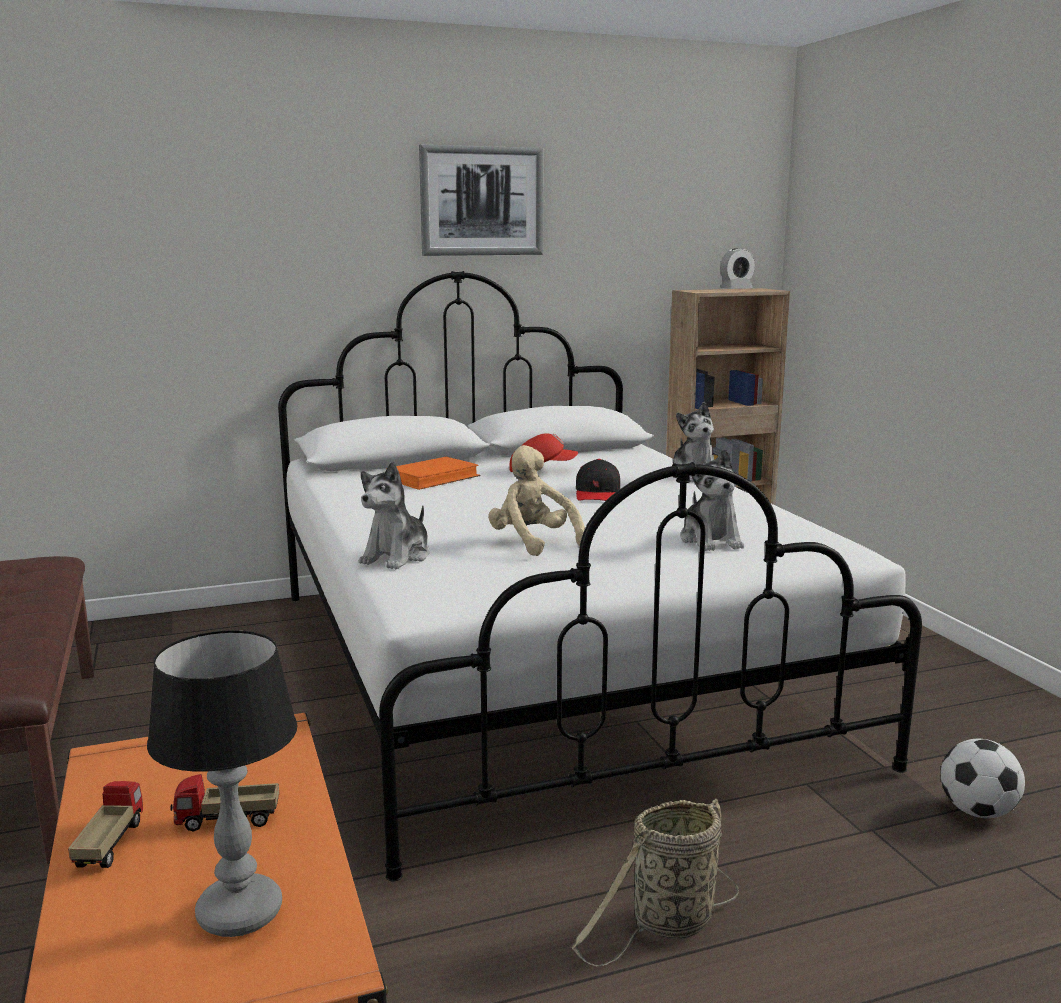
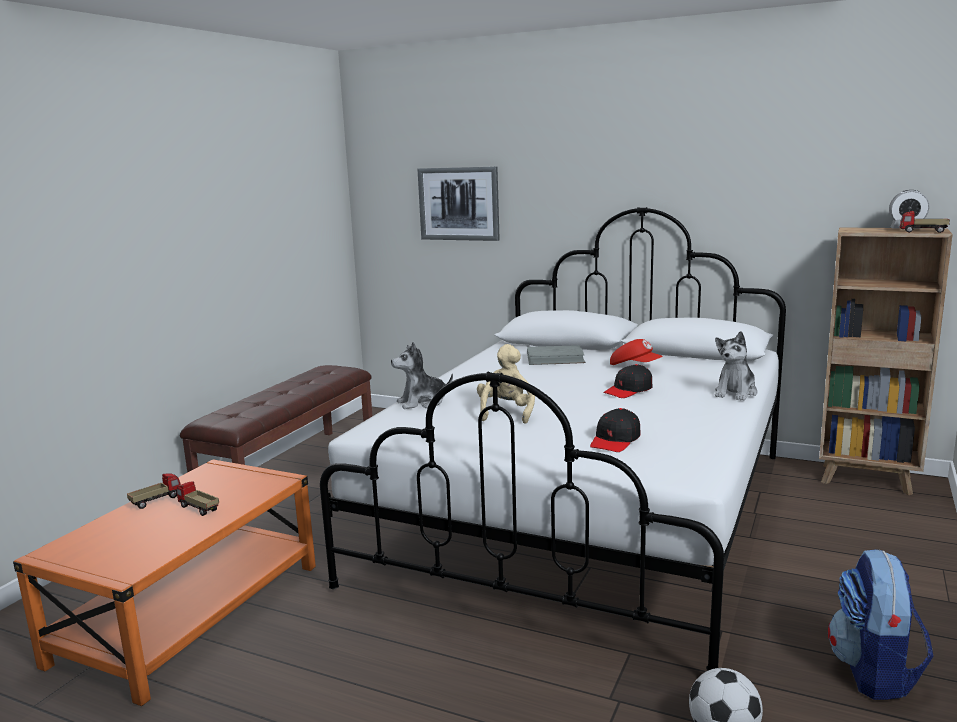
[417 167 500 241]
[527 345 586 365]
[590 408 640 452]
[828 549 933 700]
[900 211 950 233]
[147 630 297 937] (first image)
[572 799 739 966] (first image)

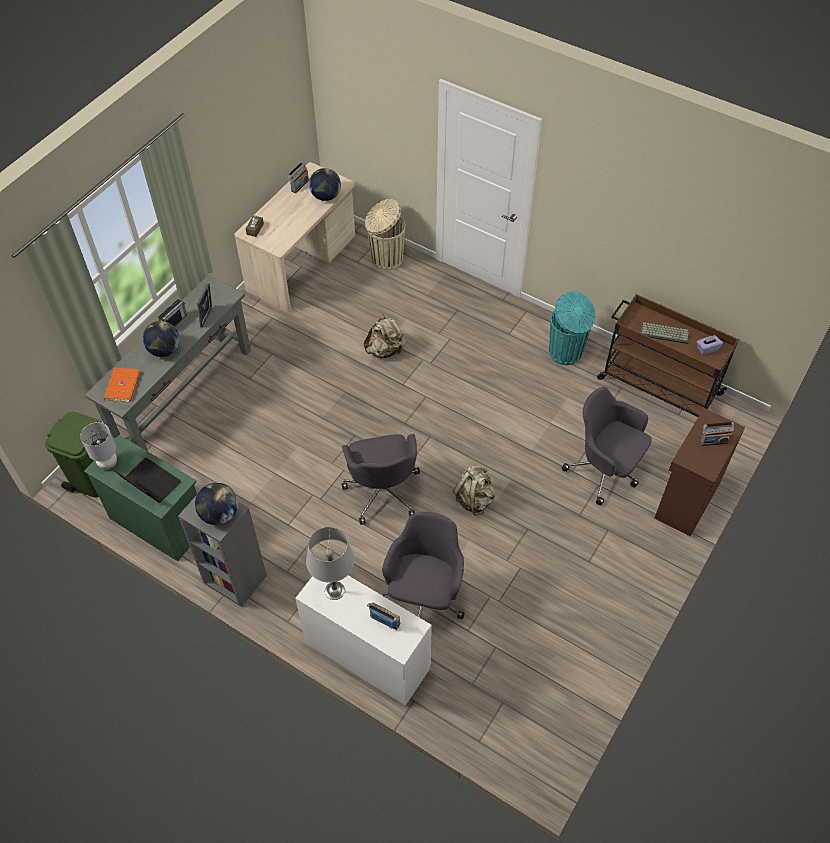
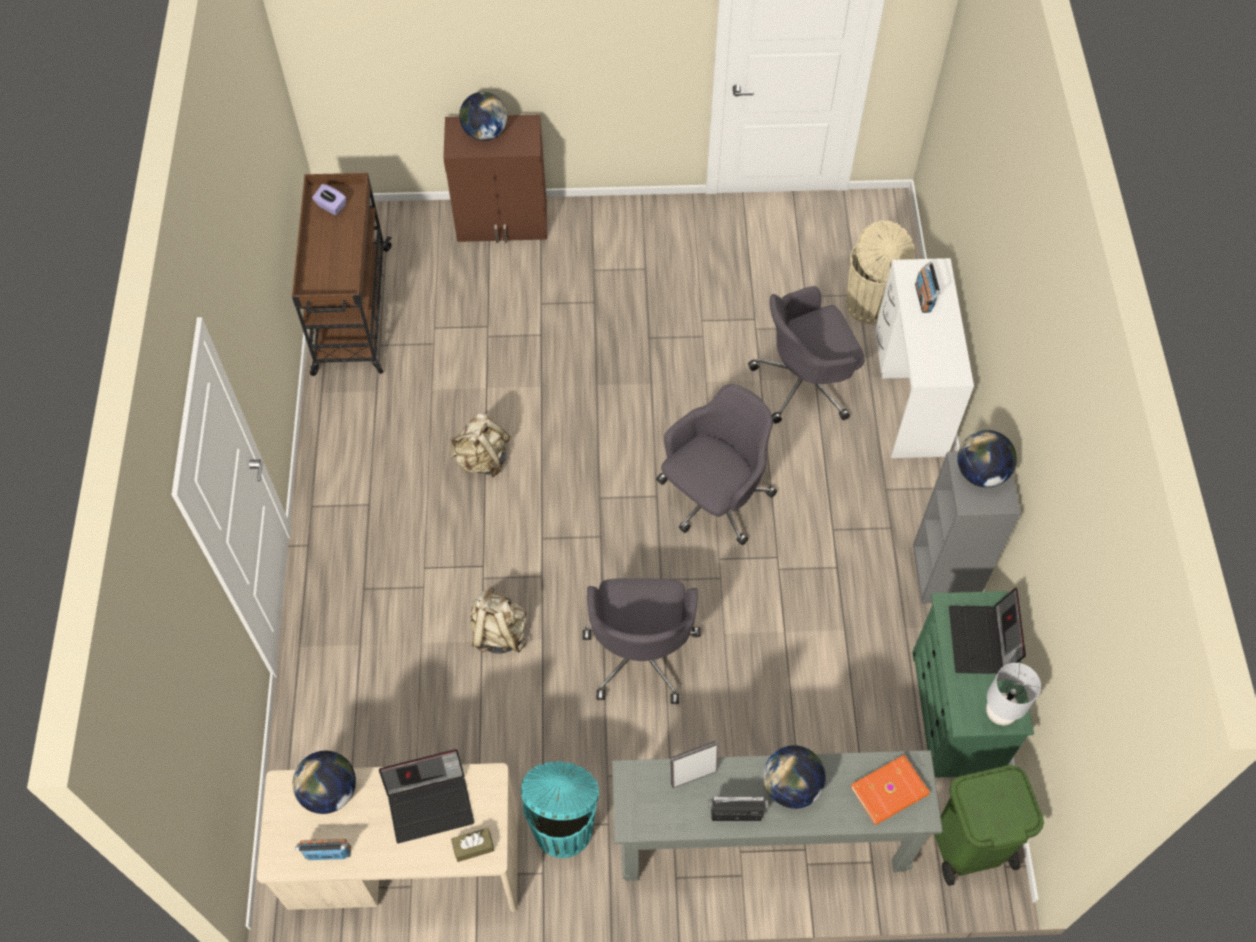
[379 749 474 844]
[450 414 511 477]
[459 92 507 141]
[521 761 599 858]
[583 578 700 704]
[846 220 915 324]
[306 527 355 600] (first image)
[641 322 690 344] (first image)

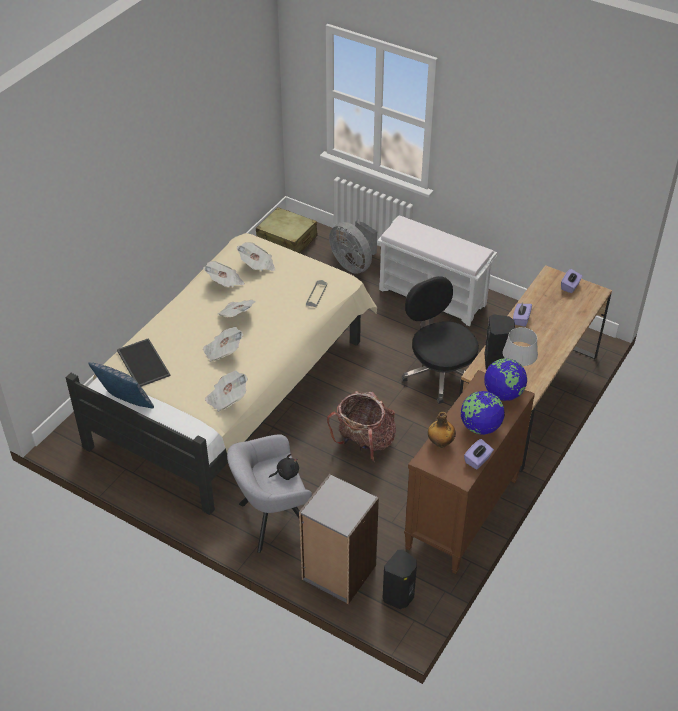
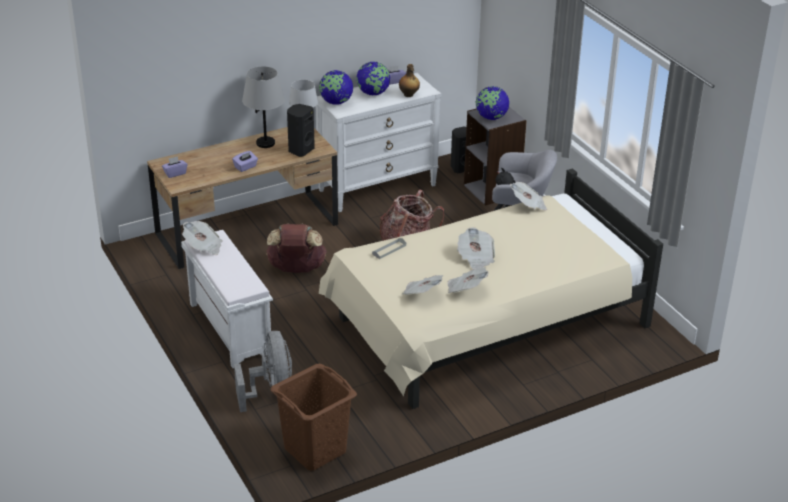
[182 221 223 255]
[242 66 285 148]
[266 224 327 273]
[270 364 357 471]
[316 73 441 212]
[476 86 509 120]
[88 362 154 409] (first image)
[117 338 171 387] (first image)

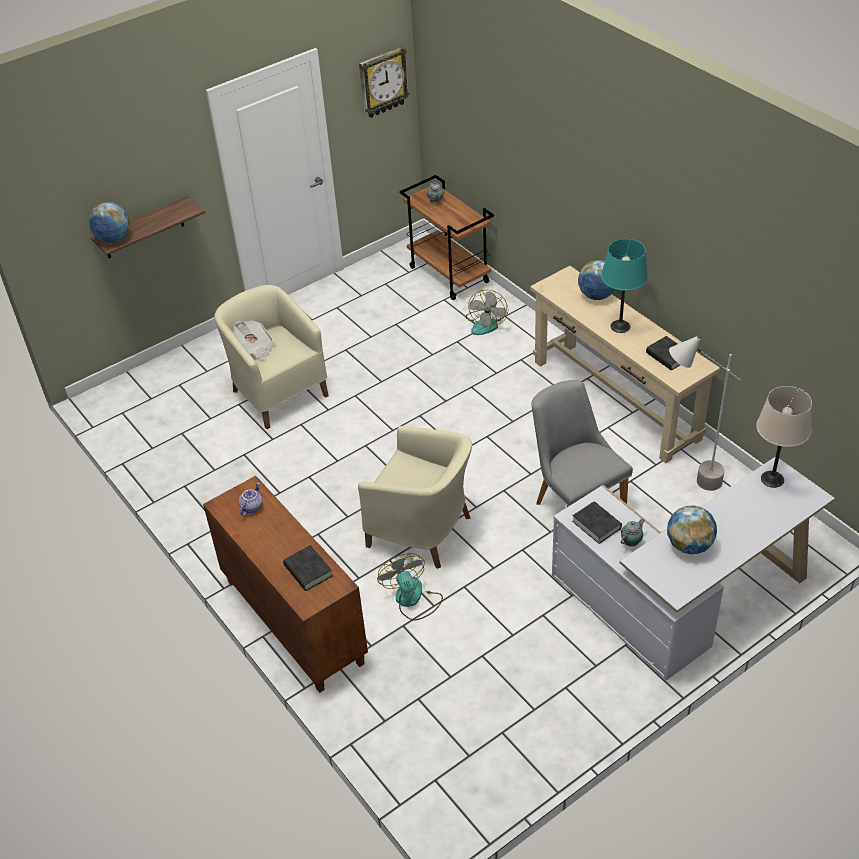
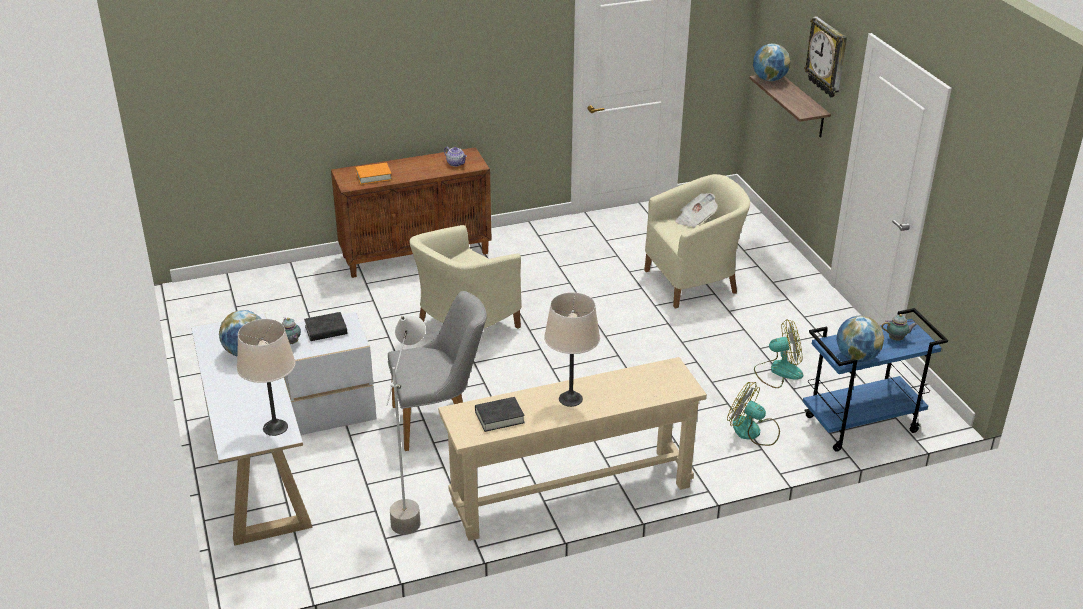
[355 163 392 184]
[544 292 600 407]
[754 319 803 388]
[803 308 948 452]
[804 16 847 97]
[836 316 884 362]

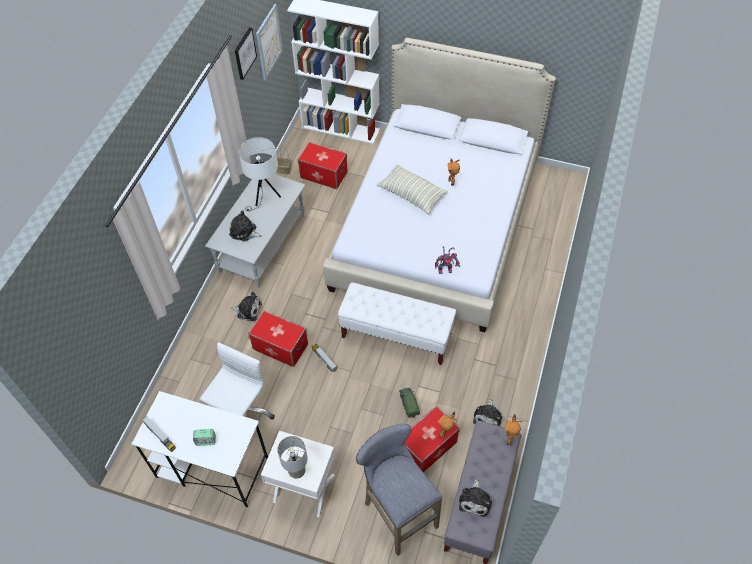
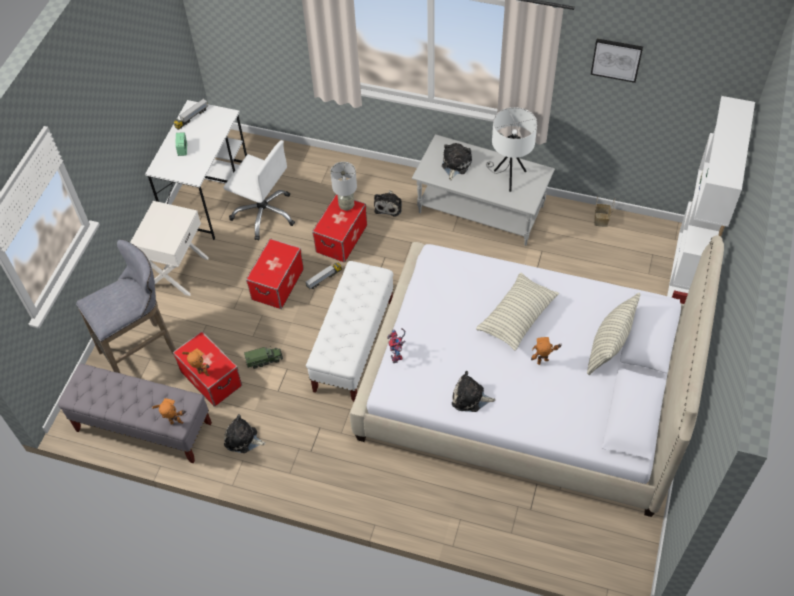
[246 238 304 309]
[330 162 357 211]
[452 371 495 412]
[587 293 640 375]
[256 4 283 80] (first image)

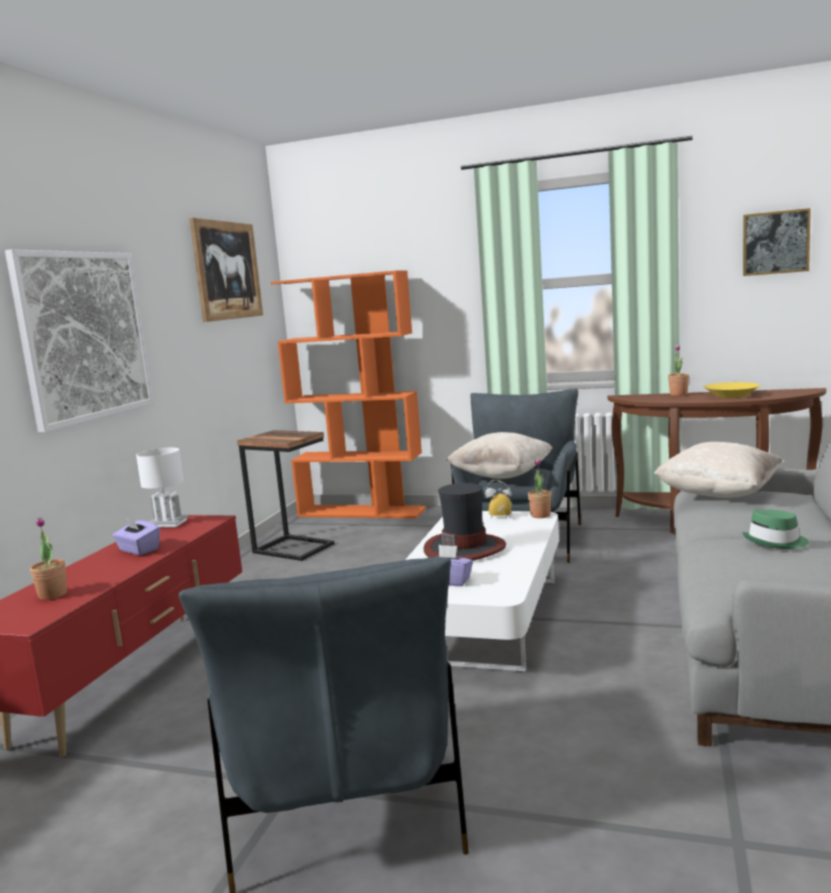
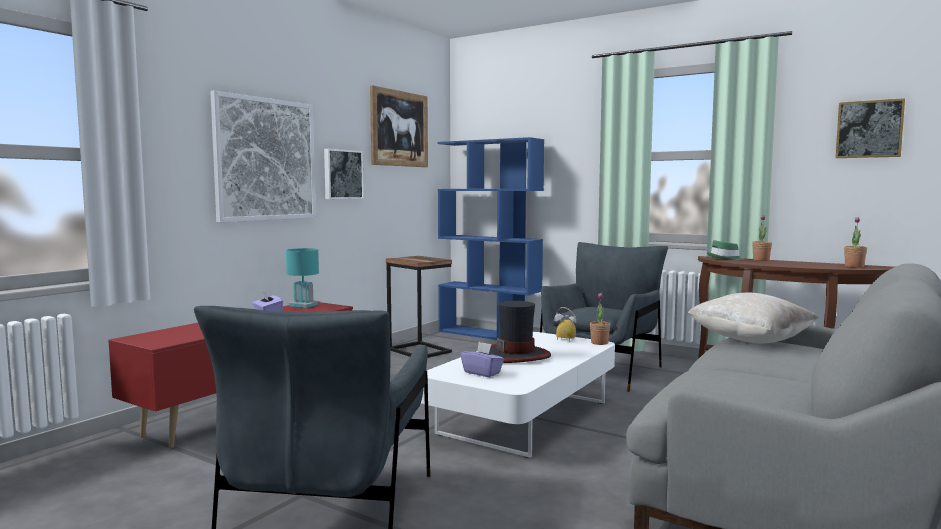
[286 248 321 308]
[324 149 364 199]
[437 137 544 340]
[707 240 744 260]
[844 217 867 268]
[446 432 553 479] (first image)
[704 382 760 398] (first image)

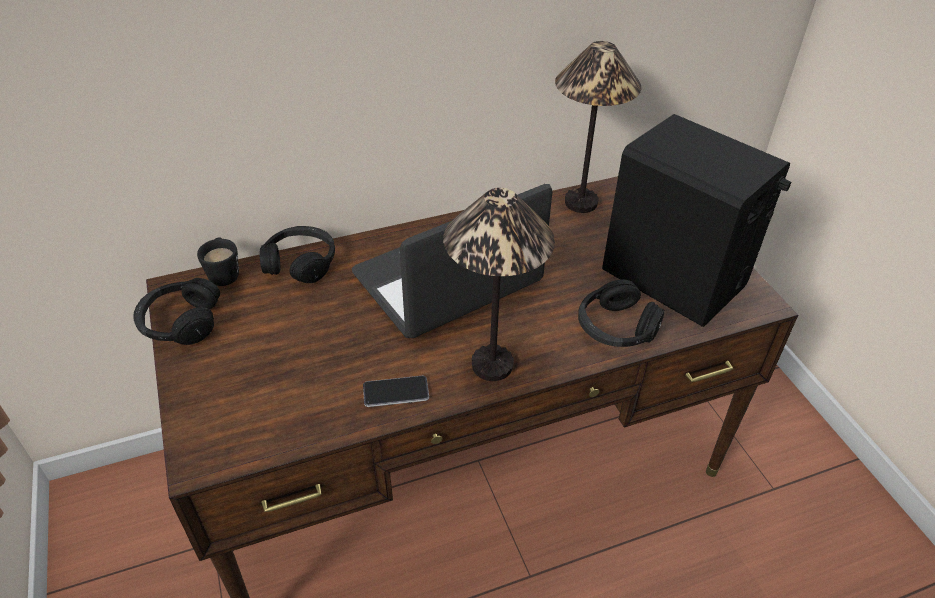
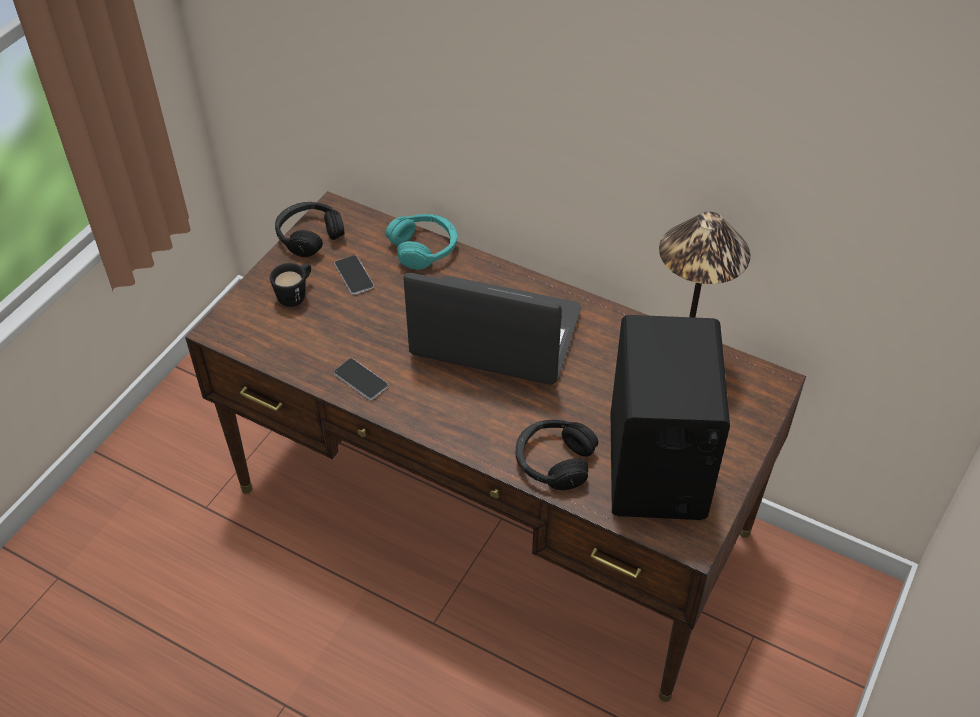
[270 263 311 307]
[334 255 374 295]
[386 214 457 269]
[443 188 555 381] (first image)

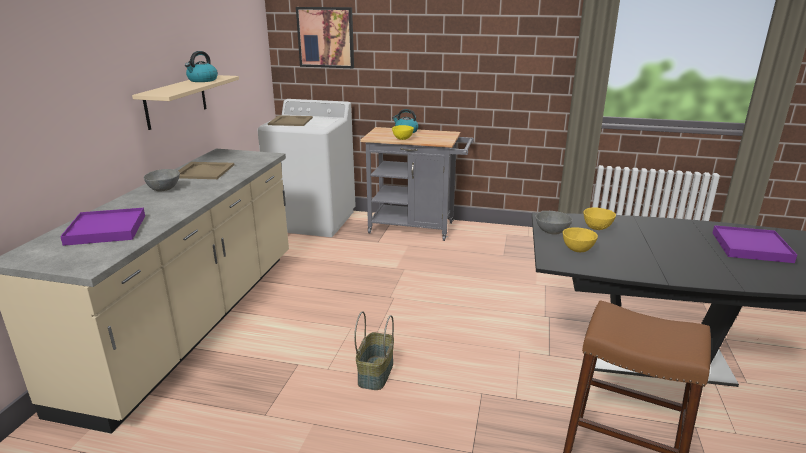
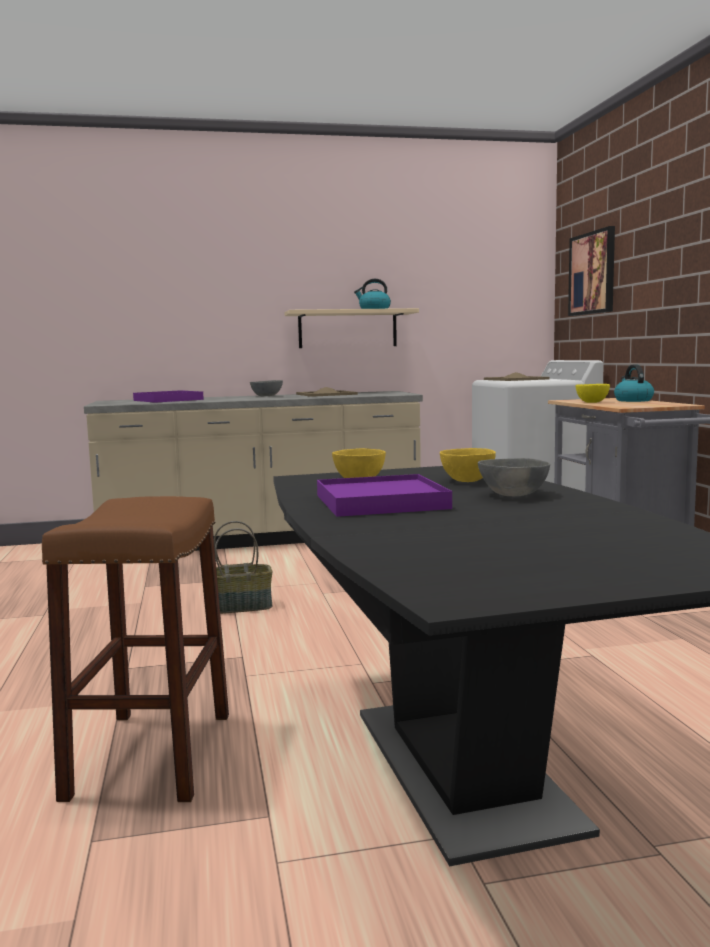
[317 474 452 517]
[478 458 550 497]

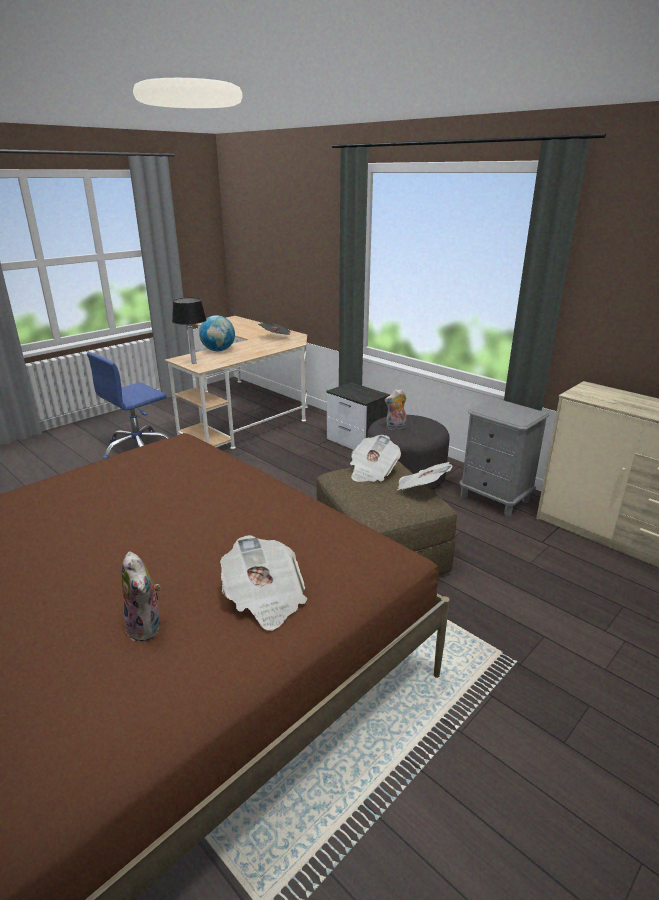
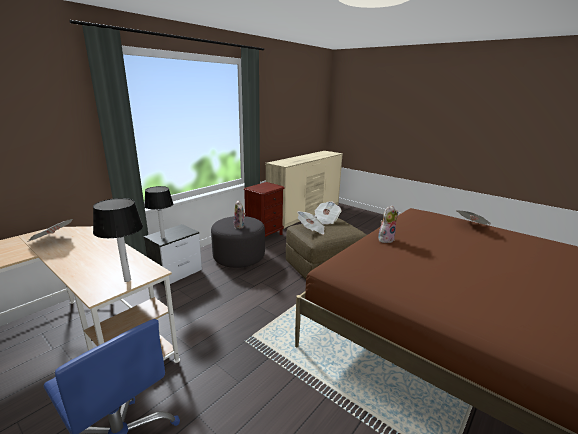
[144 186 173 239]
[244 182 285 237]
[378 206 398 243]
[199 315 235 351] (first image)

